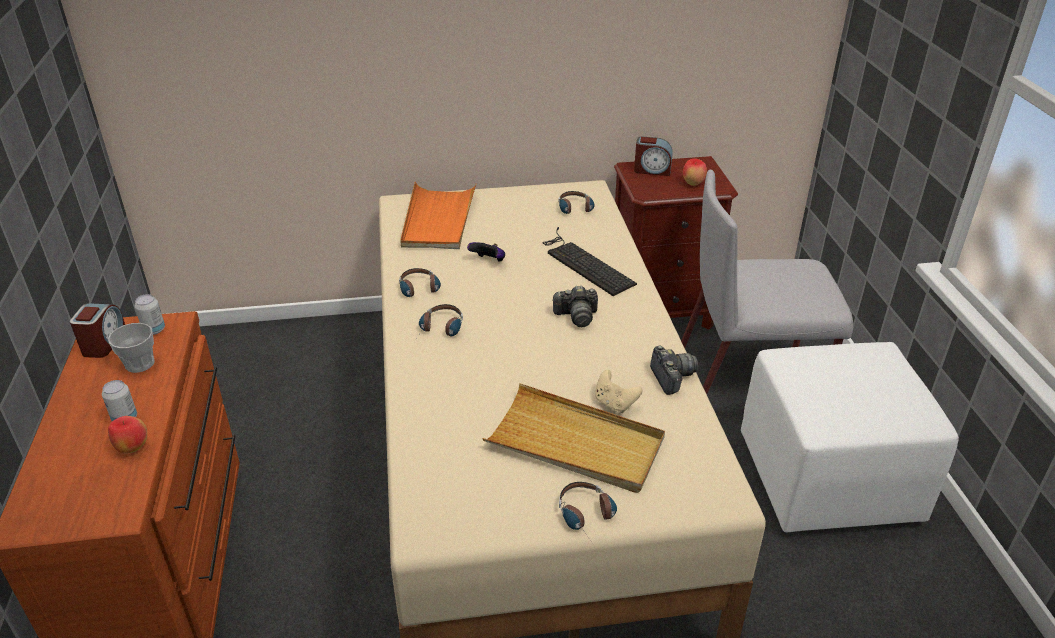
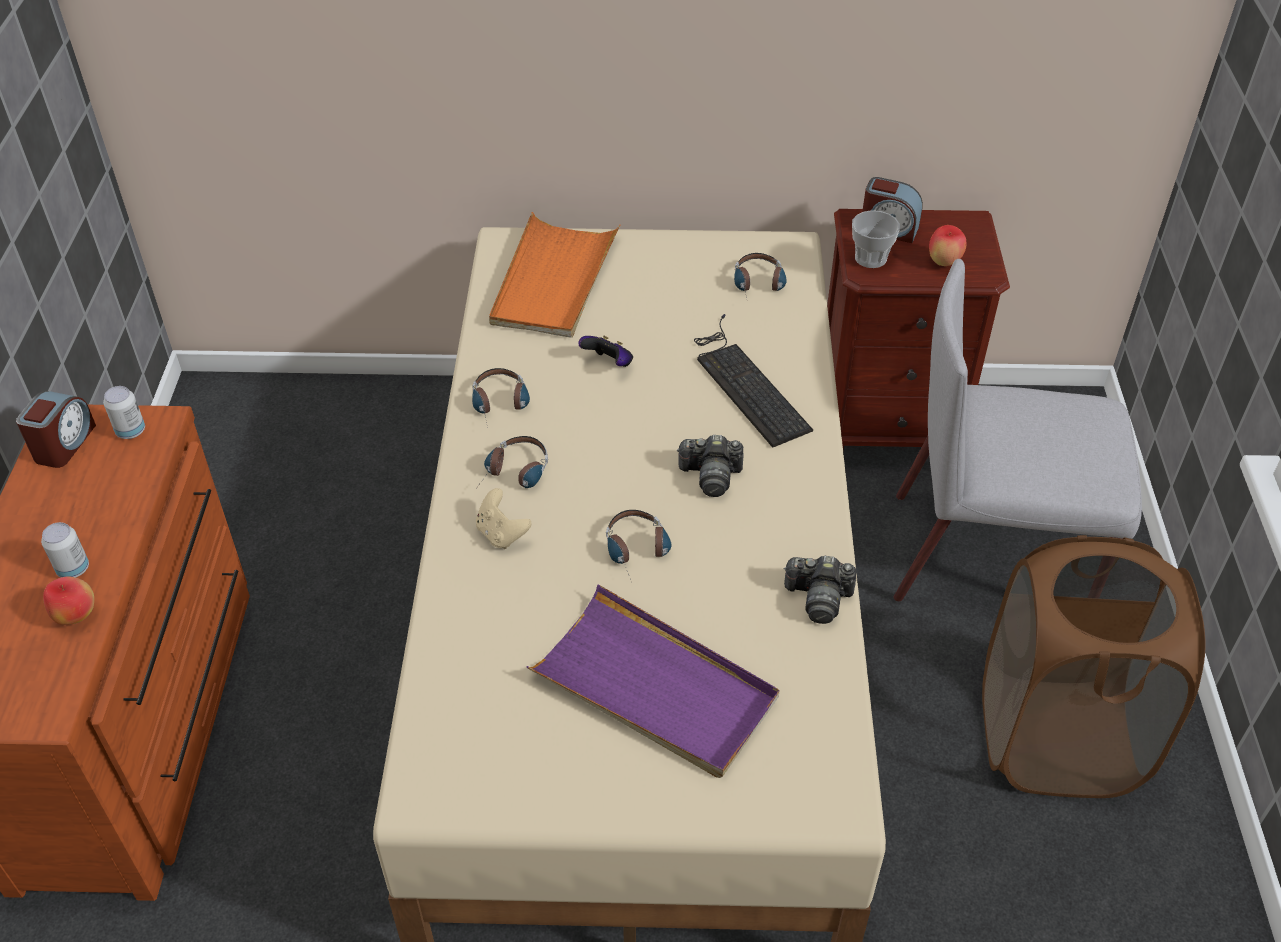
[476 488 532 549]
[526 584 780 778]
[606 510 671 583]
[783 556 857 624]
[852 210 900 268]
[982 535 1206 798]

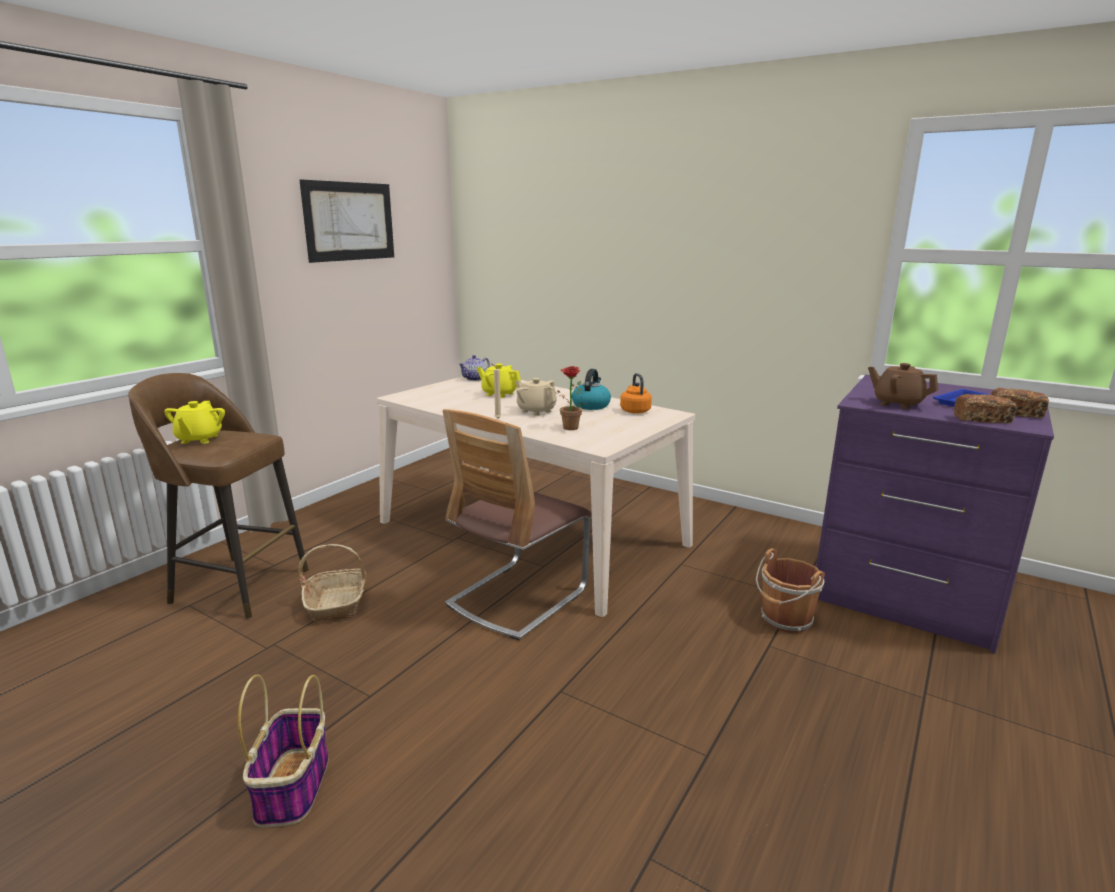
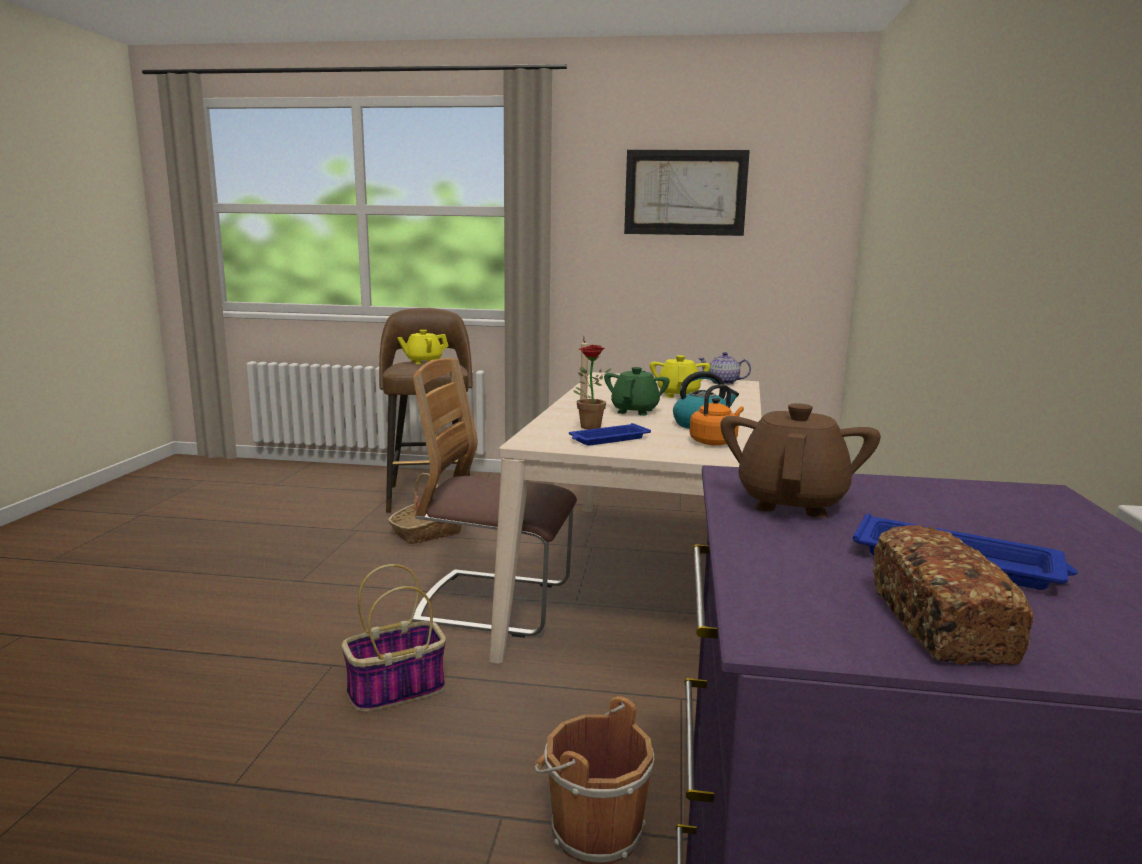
[342 564 446 712]
[569 423 651 446]
[604 367 670 416]
[954 394 1016 424] (first image)

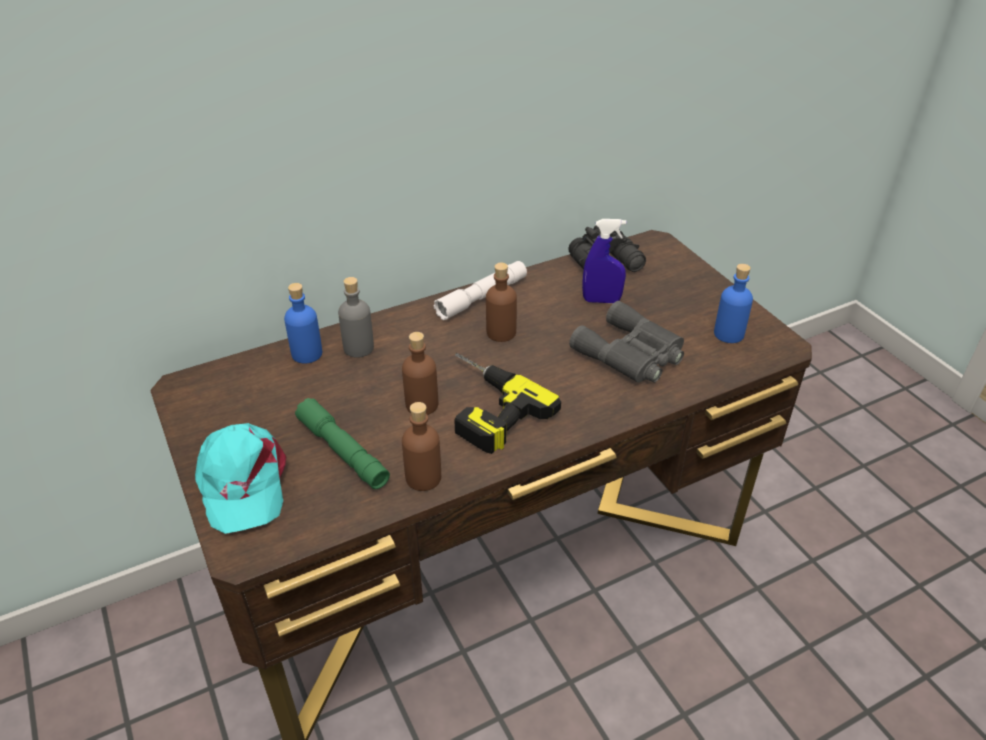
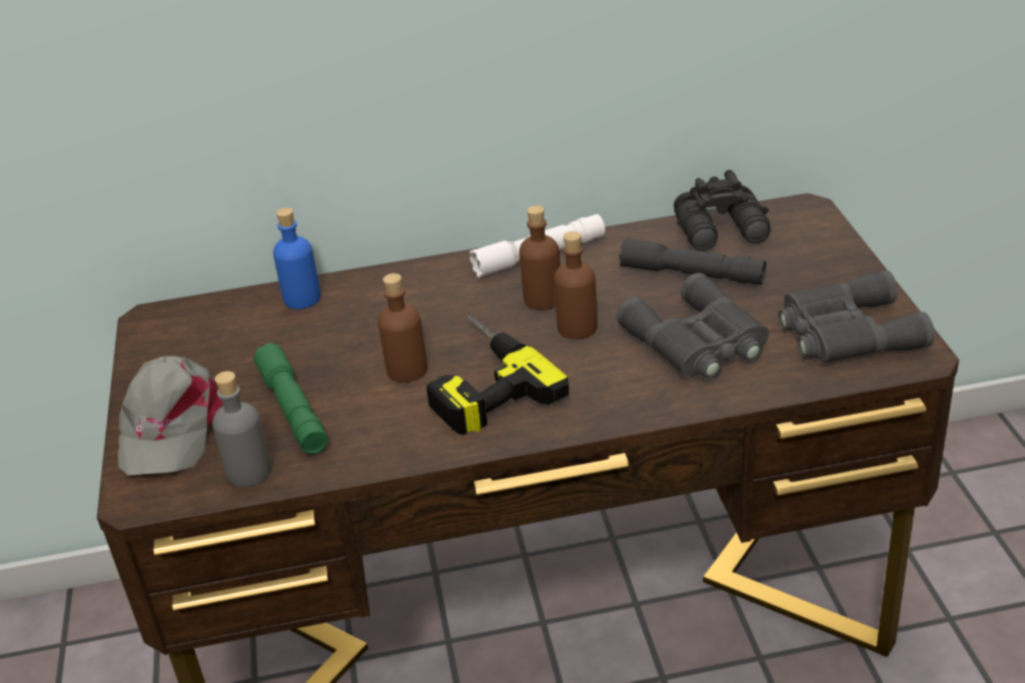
[118 356 223 476]
[212 371 271 487]
[554 231 597 339]
[619 238 766 285]
[778 270 935 363]

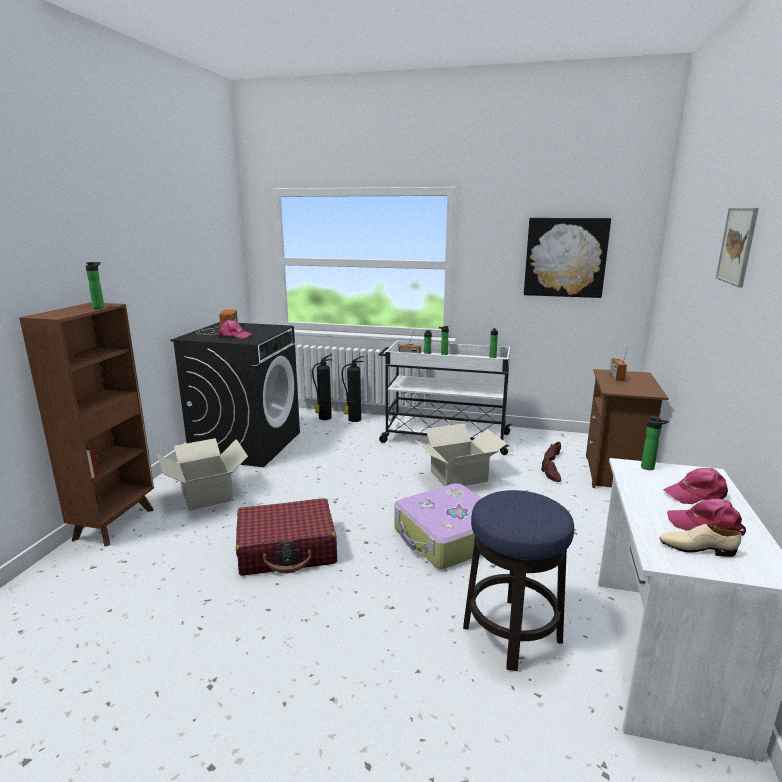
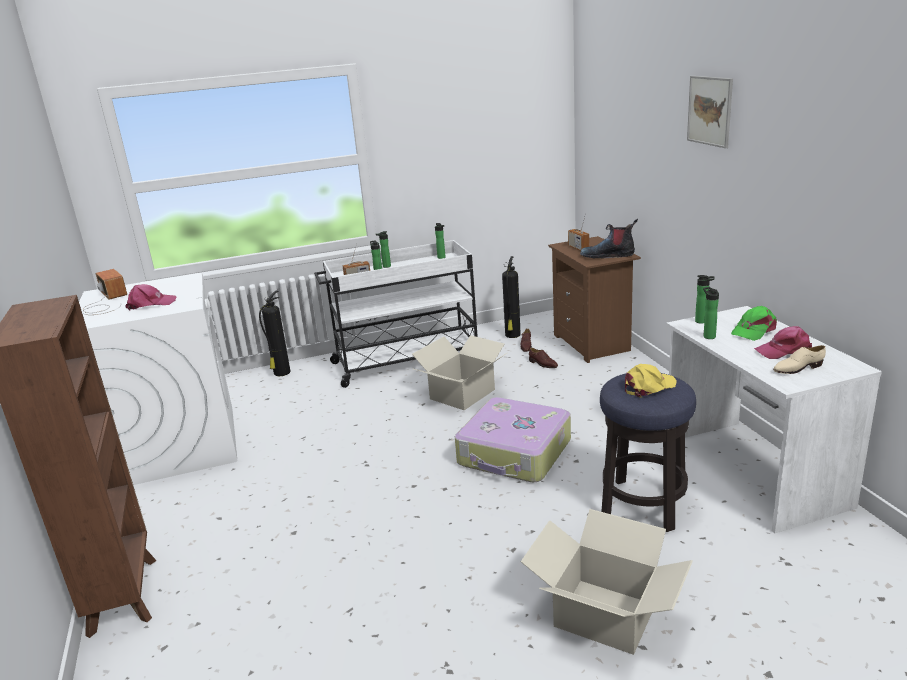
[79 273 237 485]
[502 256 521 338]
[521 509 693 655]
[580 219 638 258]
[625 364 677 398]
[703 287 719 339]
[731 306 777 341]
[236 498 337 576] (first image)
[524 218 611 298] (first image)

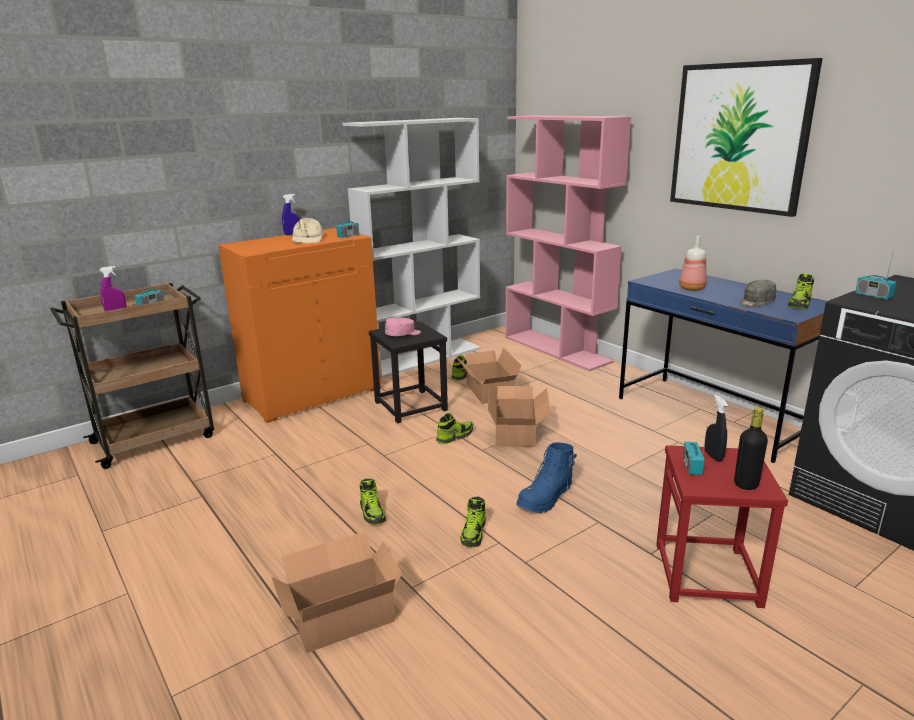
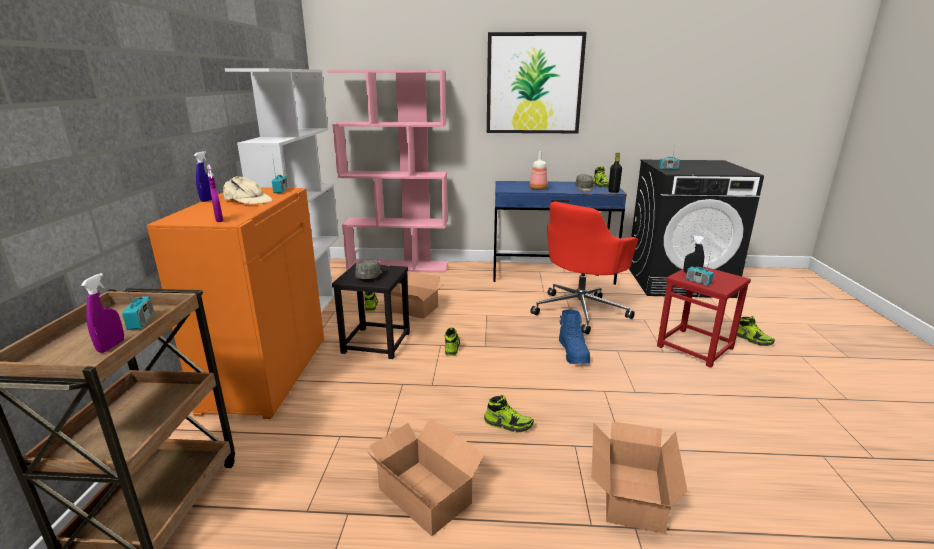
[207 165 223 222]
[355 260 382 279]
[367 417 485 536]
[530 201 638 335]
[608 153 622 193]
[737 316 775 346]

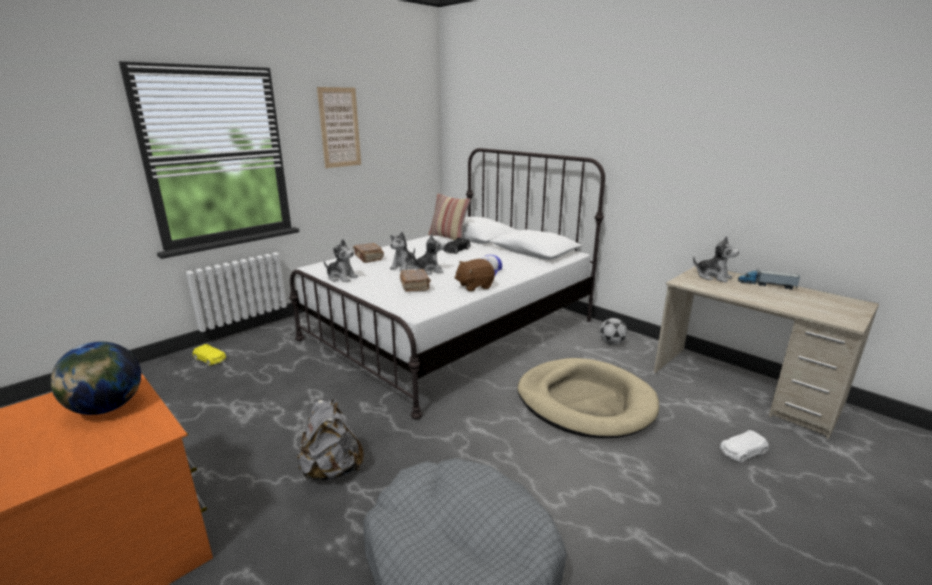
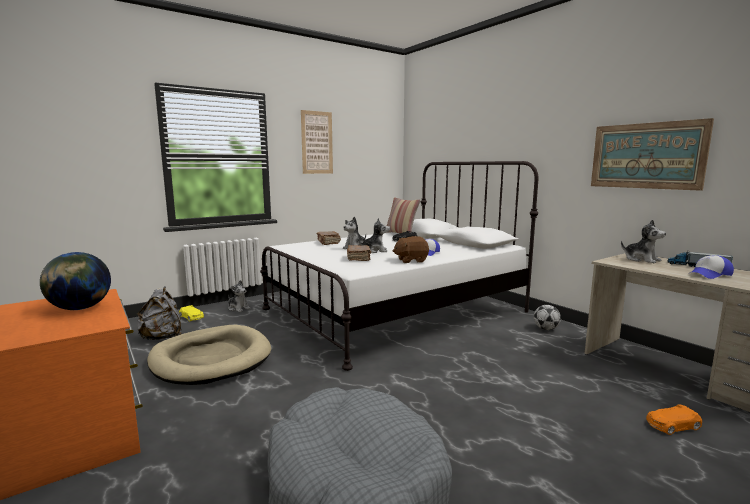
[137 286 182 340]
[147 325 271 385]
[228 280 251 312]
[591 118 714 191]
[646 404 702 435]
[688 255 734 279]

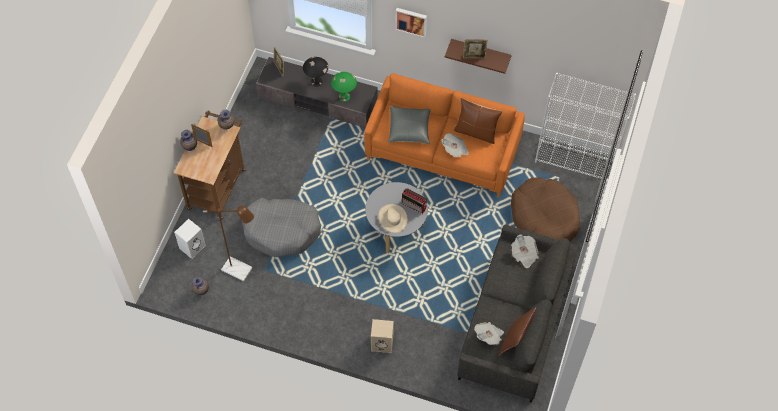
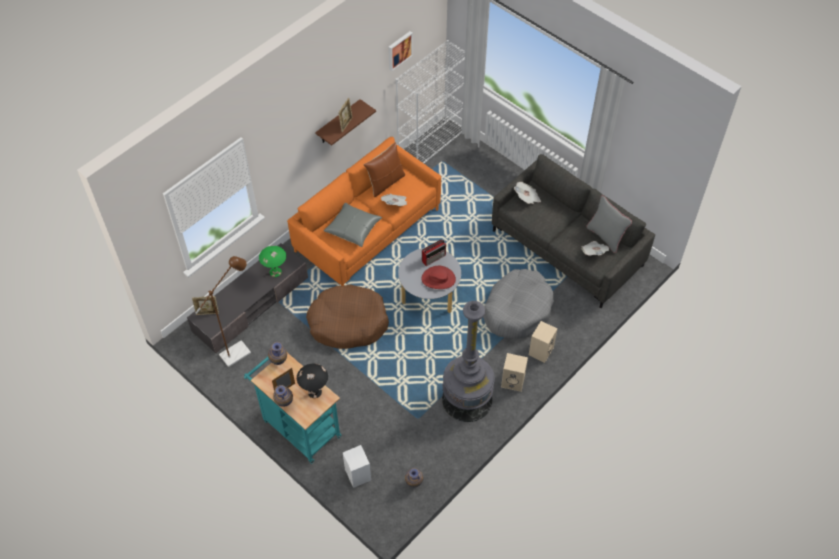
[196 256 251 367]
[244 353 341 464]
[297 364 328 398]
[306 285 389 349]
[388 31 413 71]
[422 266 456 289]
[442 301 495 422]
[483 269 554 339]
[501 353 528 392]
[586 195 632 253]

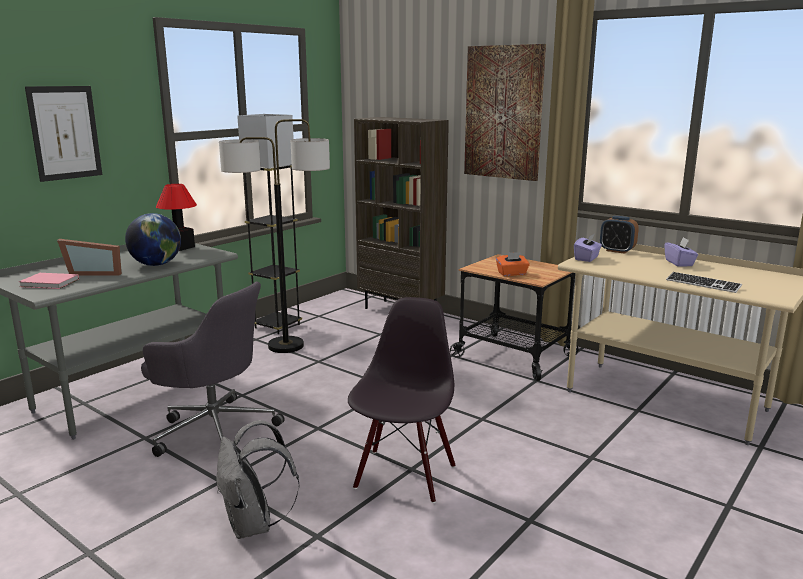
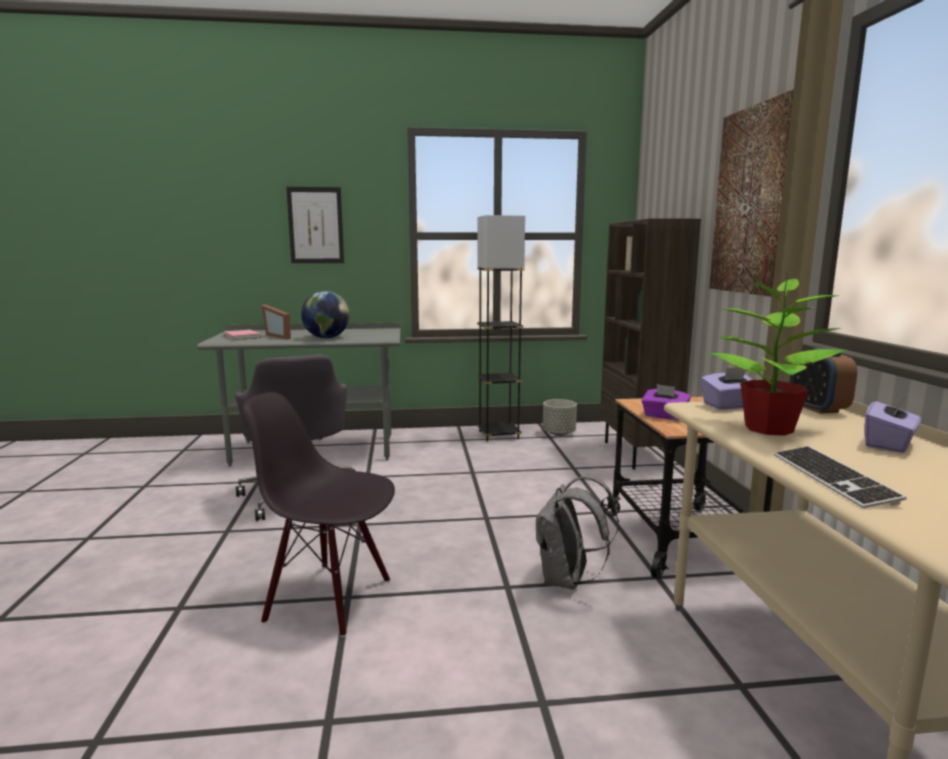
[243 392 395 637]
[536 476 619 590]
[543 399 577 436]
[642 384 691 421]
[709 272 847 436]
[156 184 197 251] (first image)
[219 119 330 353] (first image)

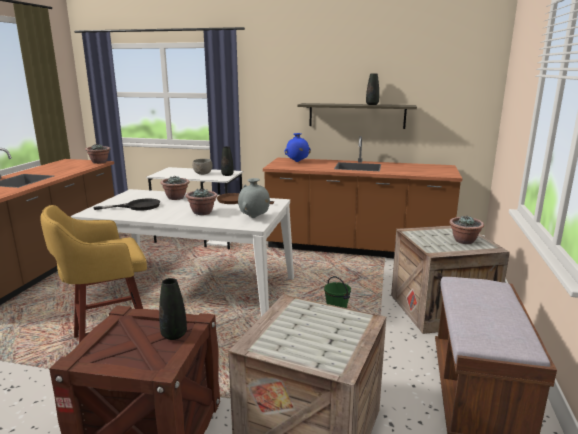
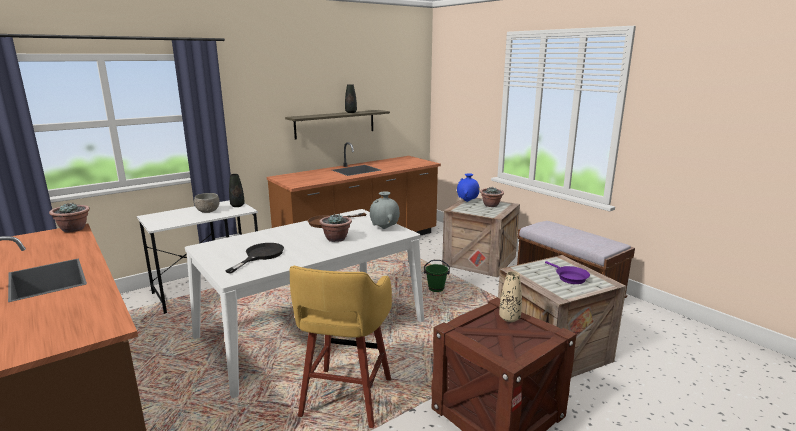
[457 173 480 202]
[499 271 522 322]
[545 261 590 284]
[161 176 189 200] (first image)

